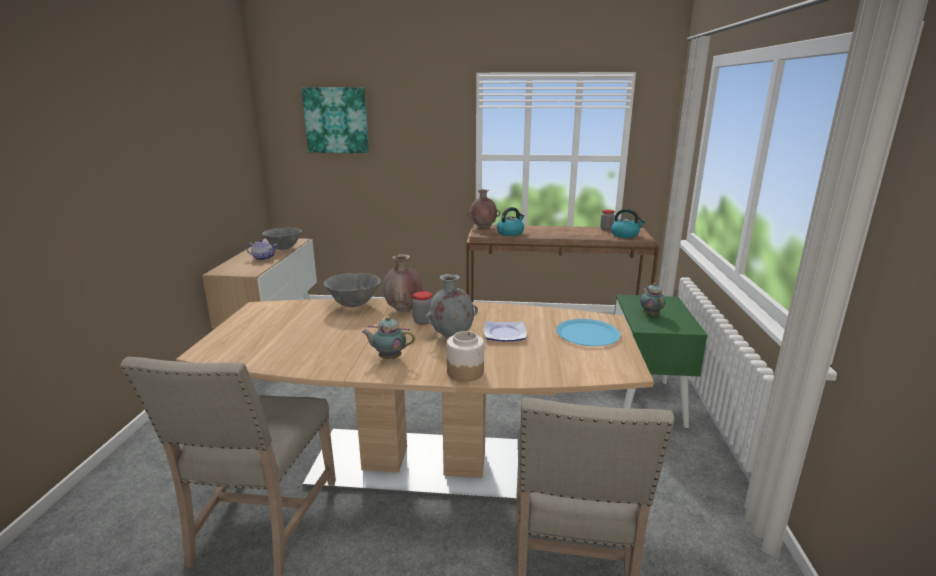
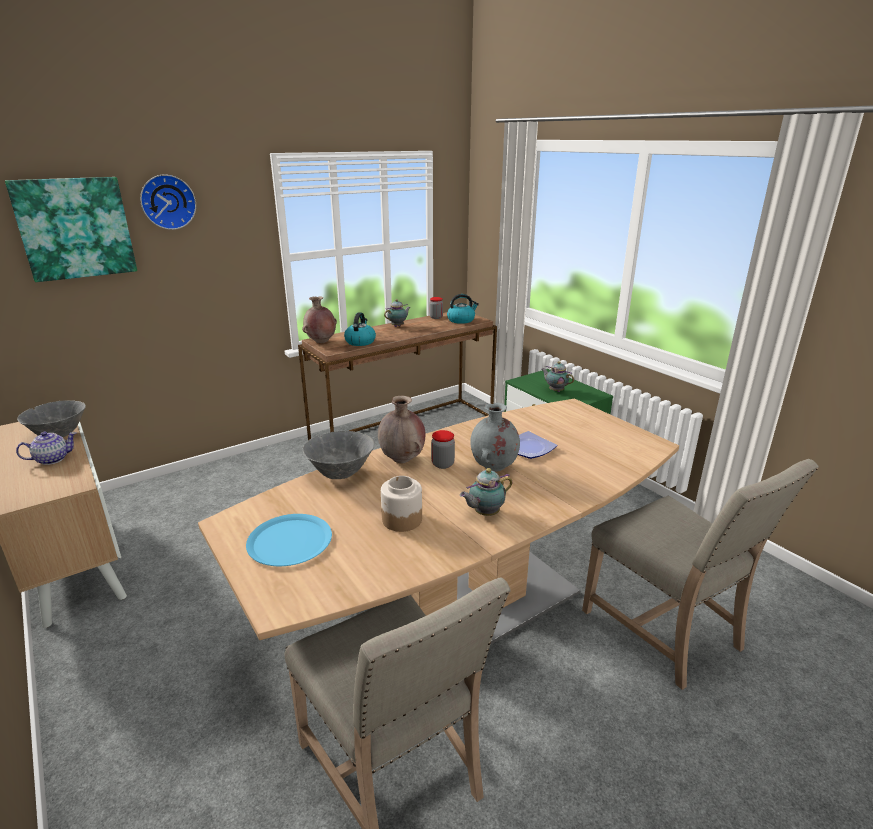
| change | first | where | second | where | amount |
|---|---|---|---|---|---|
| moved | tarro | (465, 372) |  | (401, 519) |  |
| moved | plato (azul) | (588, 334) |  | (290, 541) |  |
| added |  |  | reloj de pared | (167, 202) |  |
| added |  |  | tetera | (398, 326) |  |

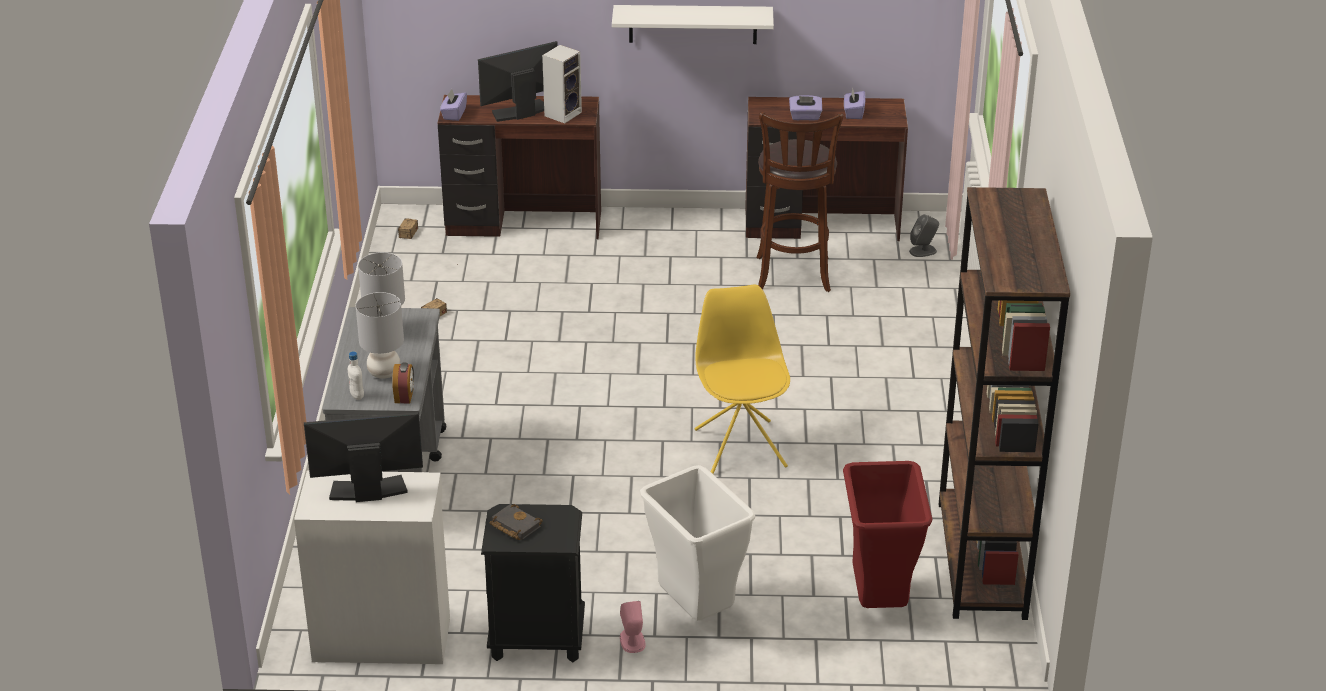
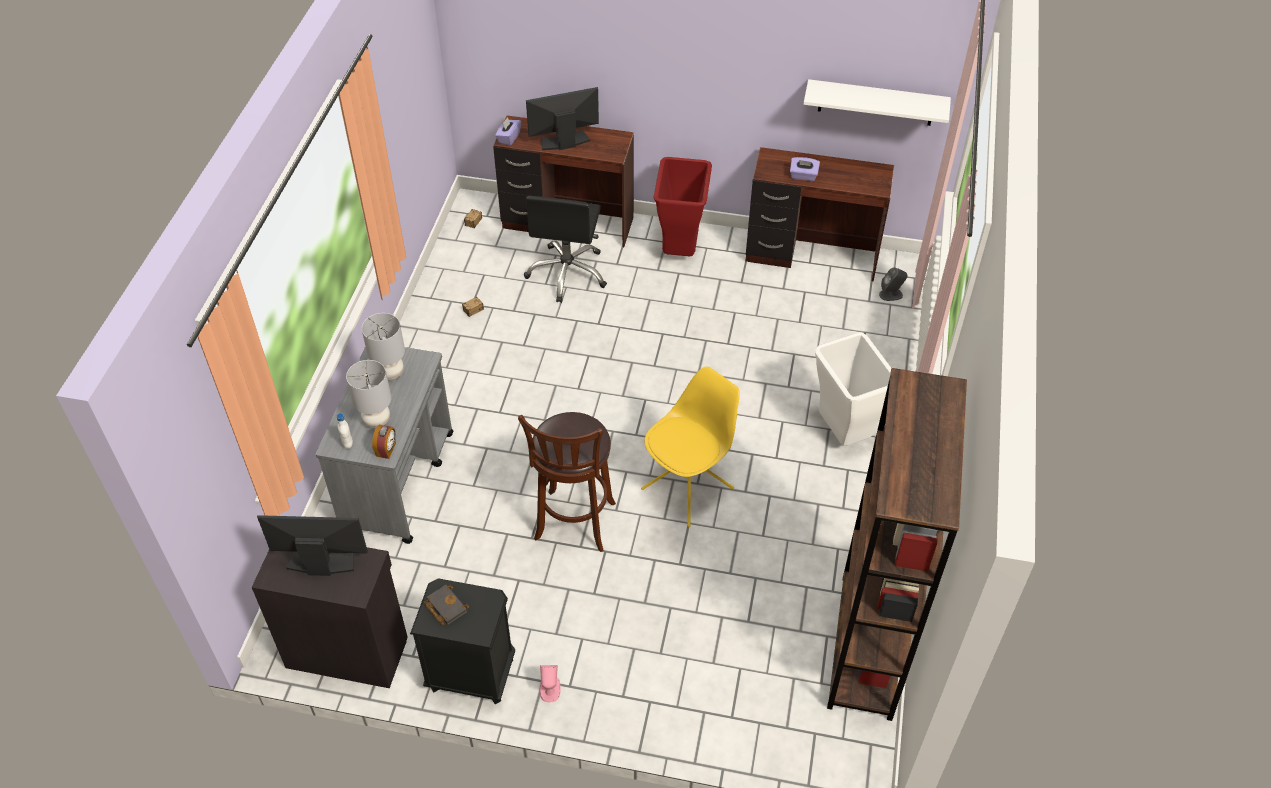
| change | first | where | second | where | amount |
|---|---|---|---|---|---|
| recoloured | armario (blanco) | (381, 637) | armario (negro) | (347, 650) |  |
| removed | altavoz | (563, 113) |  |  |  |
| moved | estante (blanco) | (693, 24) |  | (876, 103) |  |
| moved | papelera (blanco) | (694, 611) |  | (841, 433) |  |
| turned | silla (amarillo) | (740, 447) |  | (689, 488) | 45 degrees clockwise |
| moved | taburete (marrón) | (793, 276) |  | (574, 525) |  |
| moved | papelera (rojo) | (877, 601) |  | (679, 250) |  |
| removed | caja de pañuelos (morado) | (853, 113) |  |  |  |
| added |  |  | silla de oficina (negro) | (567, 273) |  |

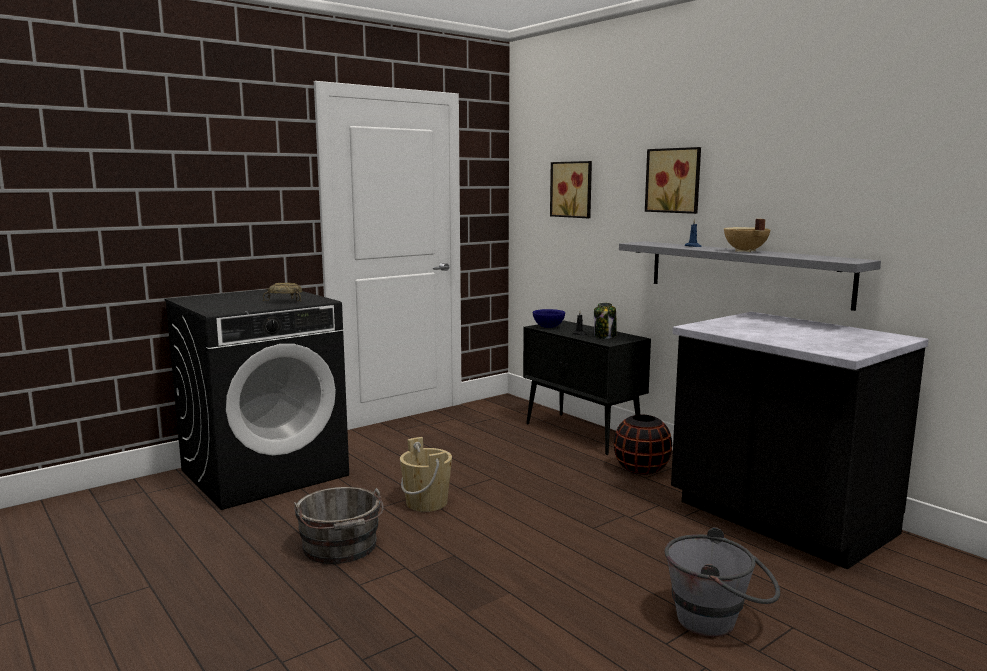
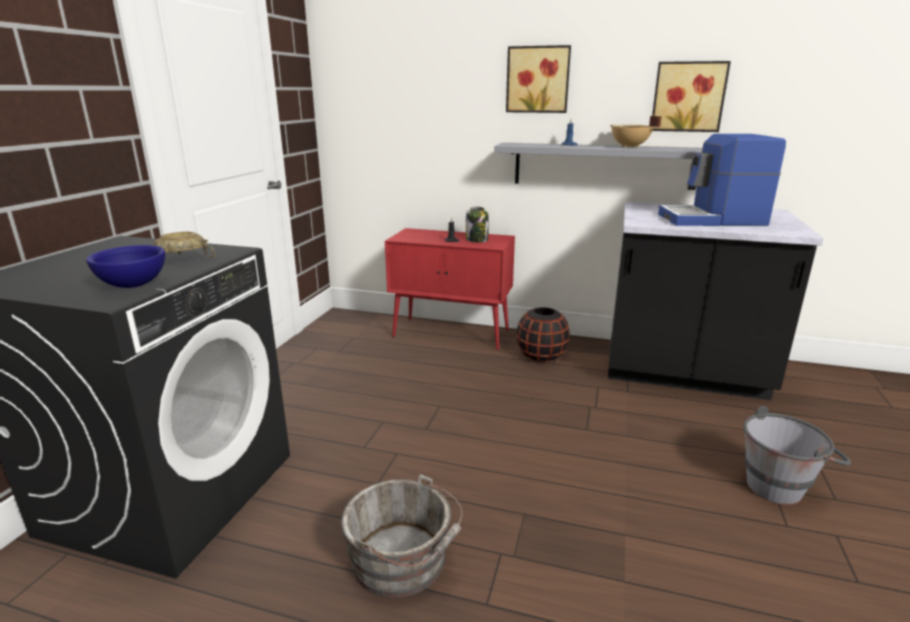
| change | first | where | second | where | amount |
|---|---|---|---|---|---|
| removed | cubo (beis) | (426, 503) |  |  |  |
| recoloured | armario (negro) | (583, 433) | armario (rojo) | (452, 333) |  |
| moved | cuenco (azul) | (548, 327) |  | (132, 285) |  |
| moved | cuadro | (573, 189) |  | (688, 97) |  |
| added |  |  | cafetera | (713, 220) |  |

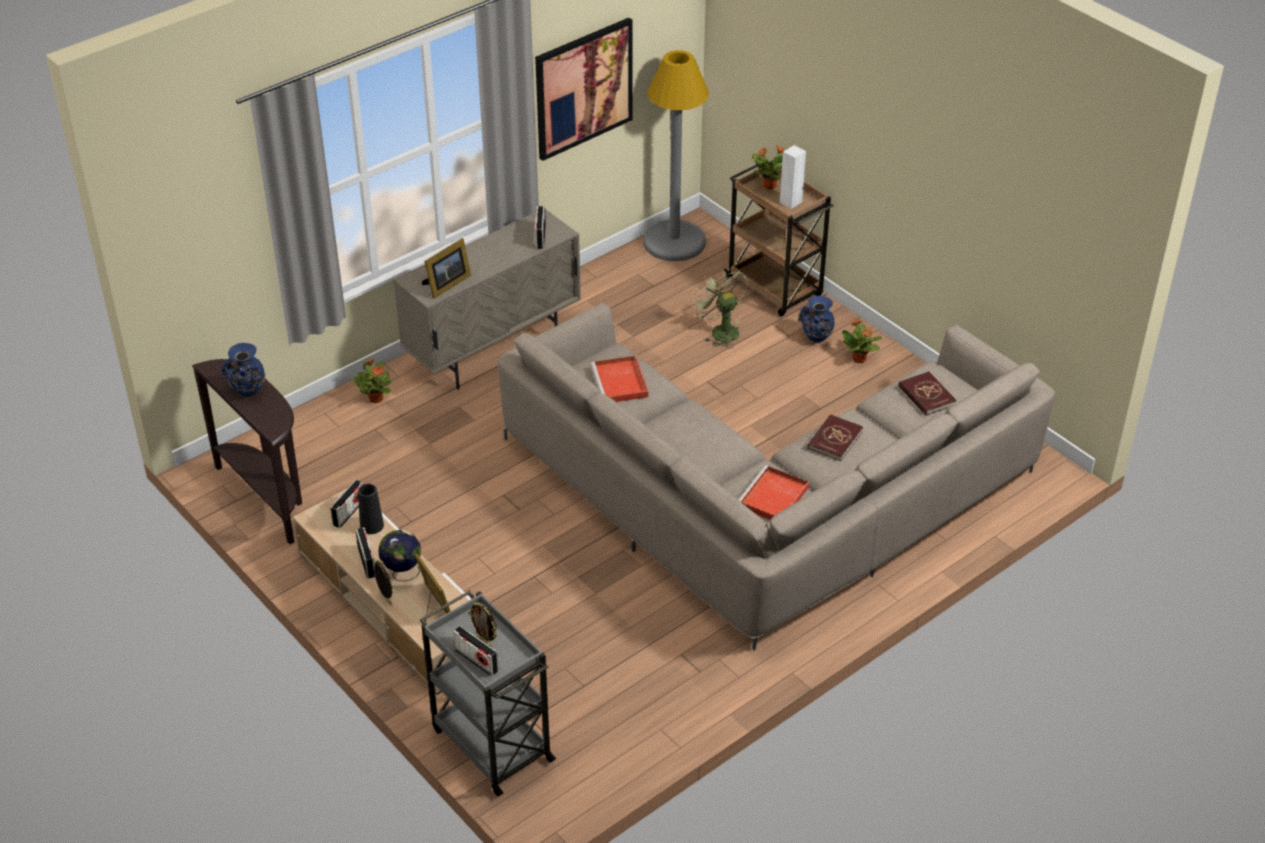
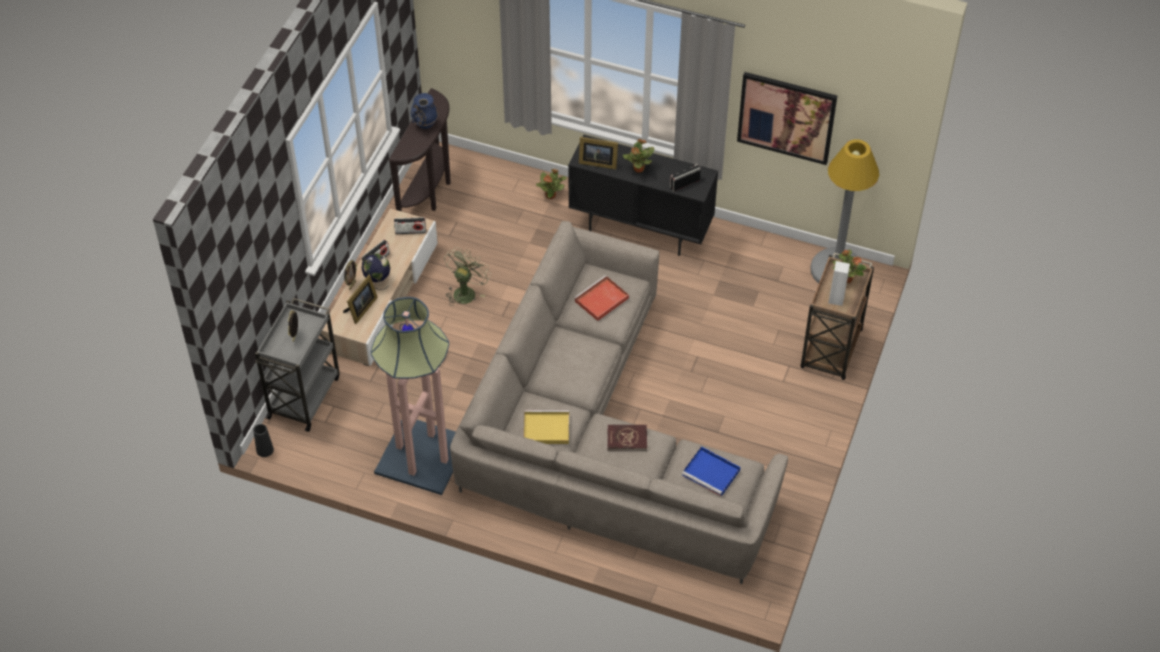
| change | first | where | second | where | amount |
|---|---|---|---|---|---|
| moved | florero (negro) | (372, 525) |  | (265, 450) |  |
| recoloured | armario (beis) | (493, 351) | armario (negro) | (641, 229) |  |
| removed | radio | (476, 660) |  |  |  |
| moved | ventilador (verde) | (720, 331) |  | (466, 291) |  |
| recoloured | bandeja (rojo) | (773, 498) | bandeja (amarillo) | (545, 429) |  |
| removed | florero (azul) | (816, 338) |  |  |  |
| moved | planta en maceta | (859, 359) |  | (638, 169) |  |
| replaced | libro (rojo) | (926, 396) | bandeja (azul) | (712, 473) |  |
| added |  |  | lámpara de pie | (422, 456) |  |

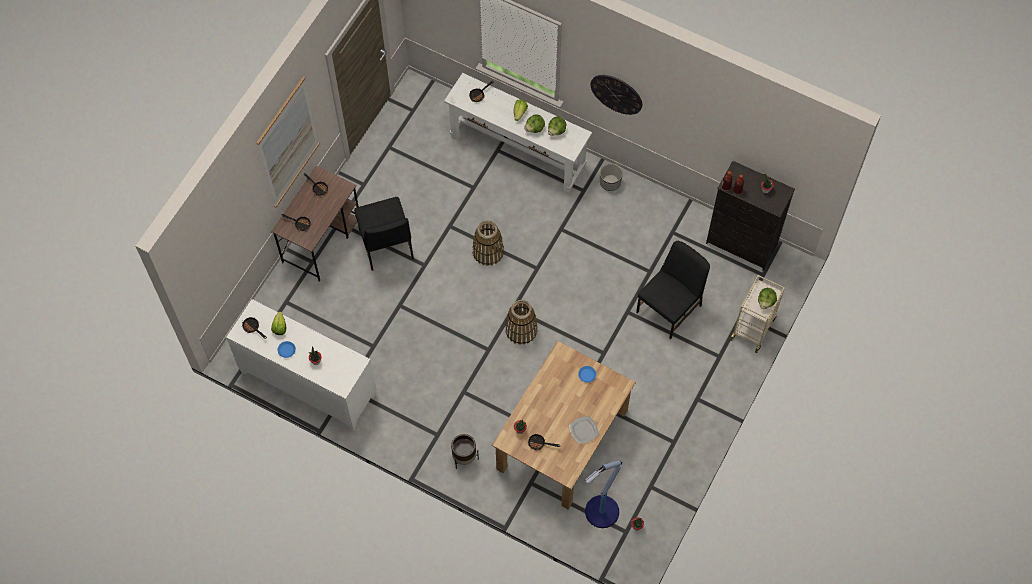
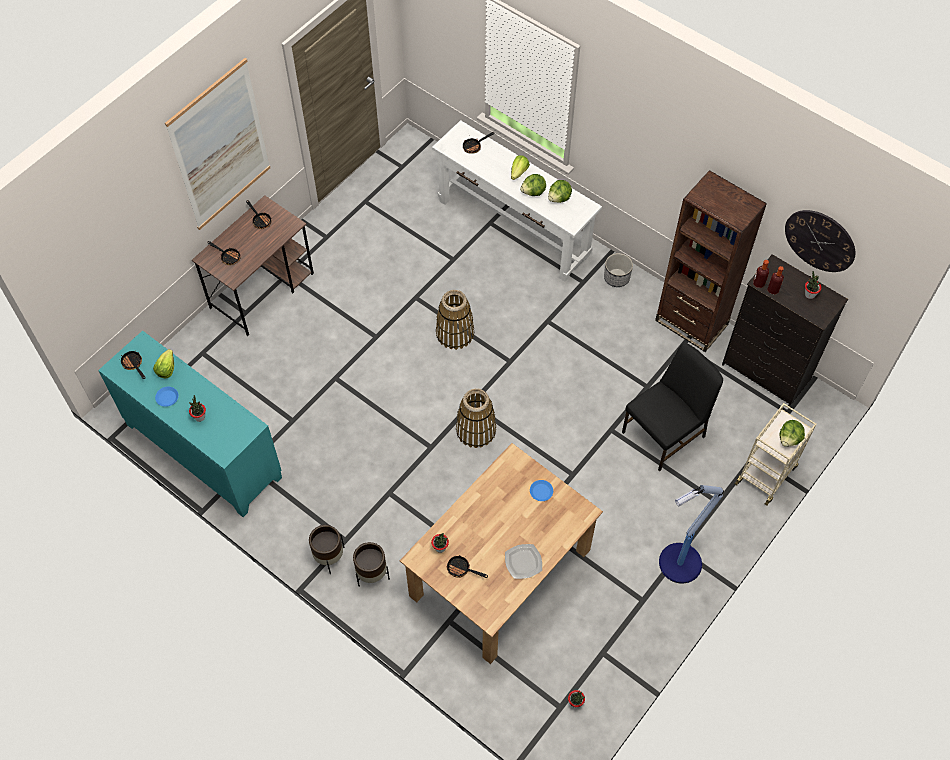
| change | first | where | second | where | amount |
|---|---|---|---|---|---|
| recoloured | armario (blanco) | (308, 383) | armario (turquesa) | (203, 451) |  |
| removed | silla (negro) | (386, 245) |  |  |  |
| moved | lámpara de pie | (601, 512) |  | (678, 564) |  |
| moved | reloj de pared | (616, 94) |  | (820, 240) |  |
| added |  |  | maceta (marrón) | (329, 557) |  |
| added |  |  | estantería (marrón) | (691, 322) |  |

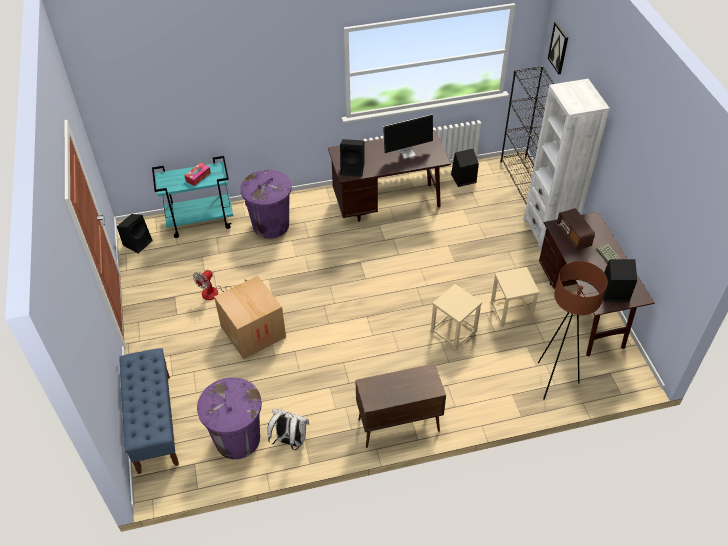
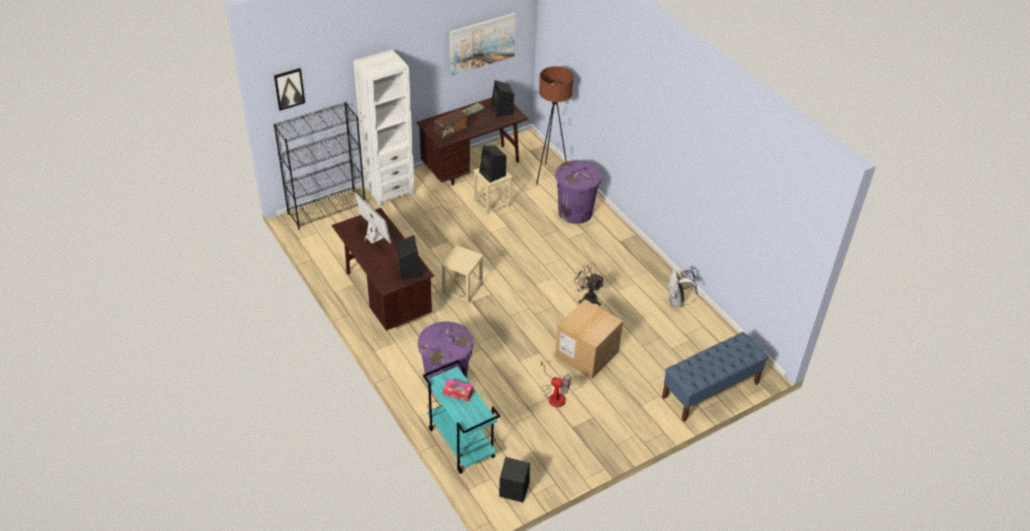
| change | first | where | second | where | amount |
|---|---|---|---|---|---|
| moved | papelera (morado) | (237, 439) |  | (575, 212) |  |
| removed | armario (marrón) | (398, 425) |  |  |  |
| moved | taburete (beis) | (453, 331) |  | (462, 289) |  |
| moved | altavoz (negro) | (463, 179) |  | (493, 174) |  |
| added |  |  | cuadro | (482, 43) |  |
| added |  |  | ventilador (beis) | (586, 297) |  |

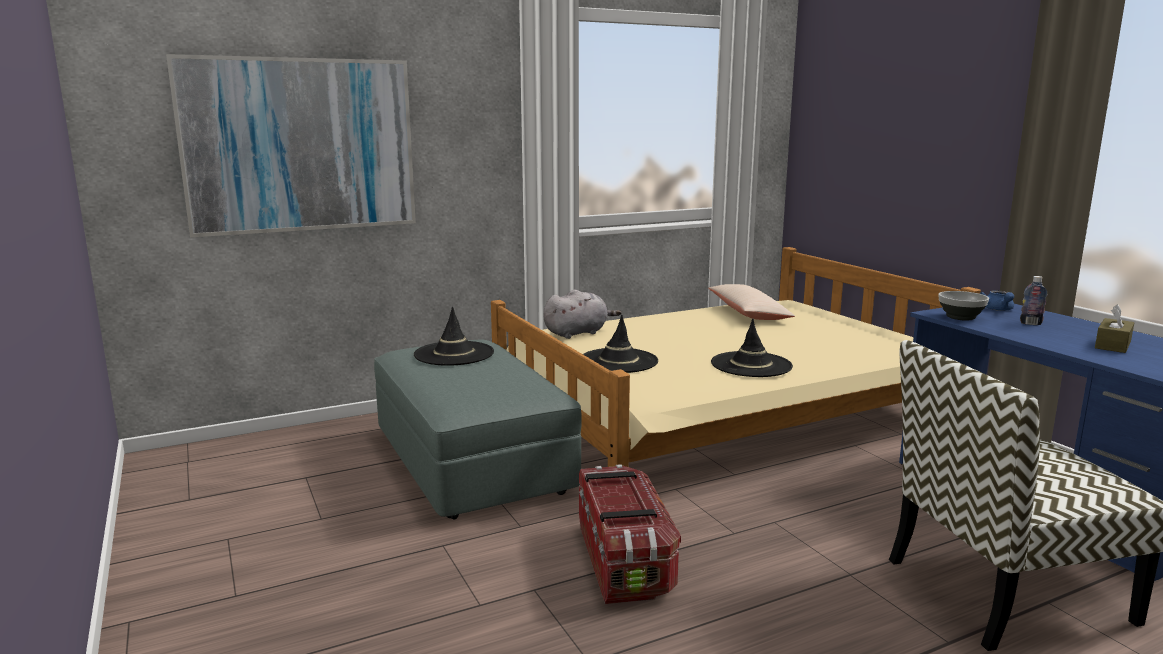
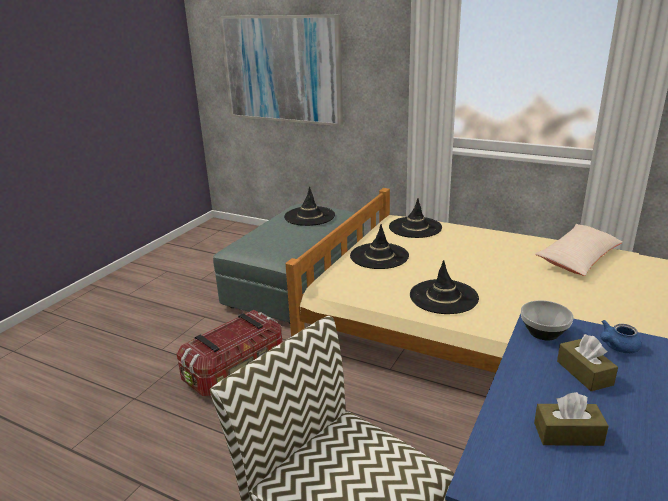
| change | first | where | second | where | amount |
|---|---|---|---|---|---|
| replaced | peluche (gris) | (578, 333) | sombrero (negro) | (415, 227) |  |
| replaced | botella | (1030, 323) | caja de pañuelos (marrón) | (584, 373) |  |

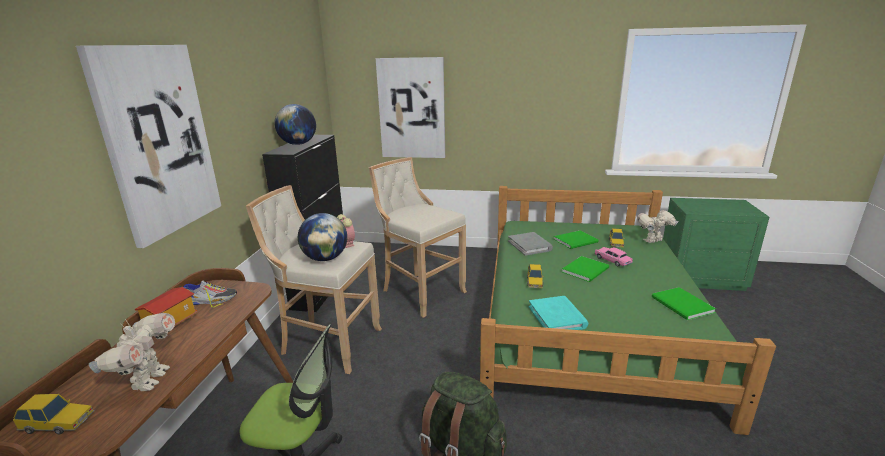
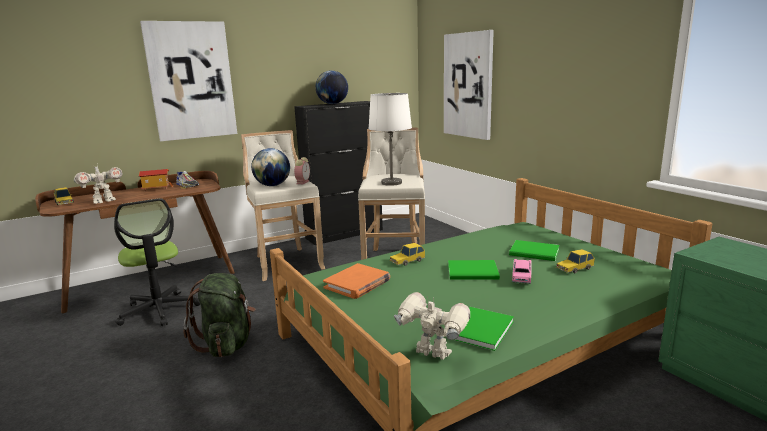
| change | first | where | second | where | amount |
|---|---|---|---|---|---|
| removed | libro (gris) | (530, 245) |  |  |  |
| recoloured | libro (turquesa) | (557, 317) | libro (naranja) | (357, 284) |  |
| moved | robot de juguete | (653, 241) |  | (432, 354) |  |
| added |  |  | lámpara de mesa (blanco) | (392, 183) |  |

